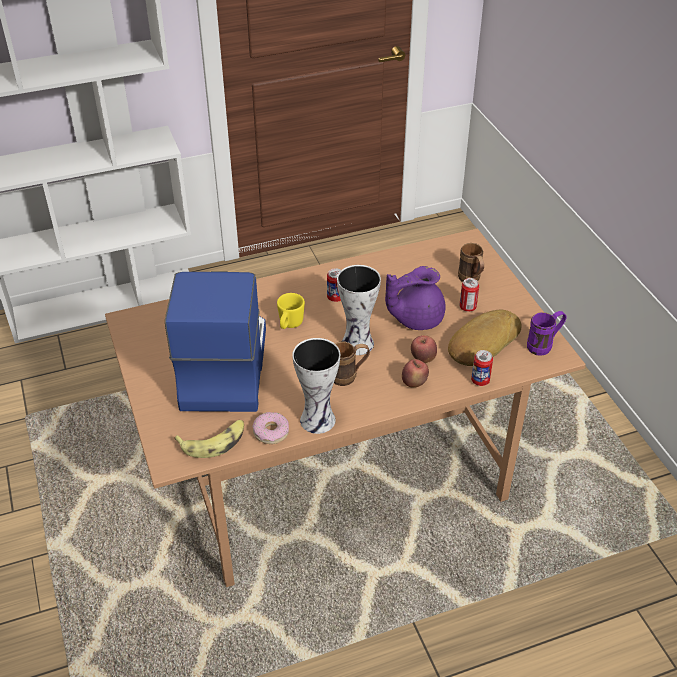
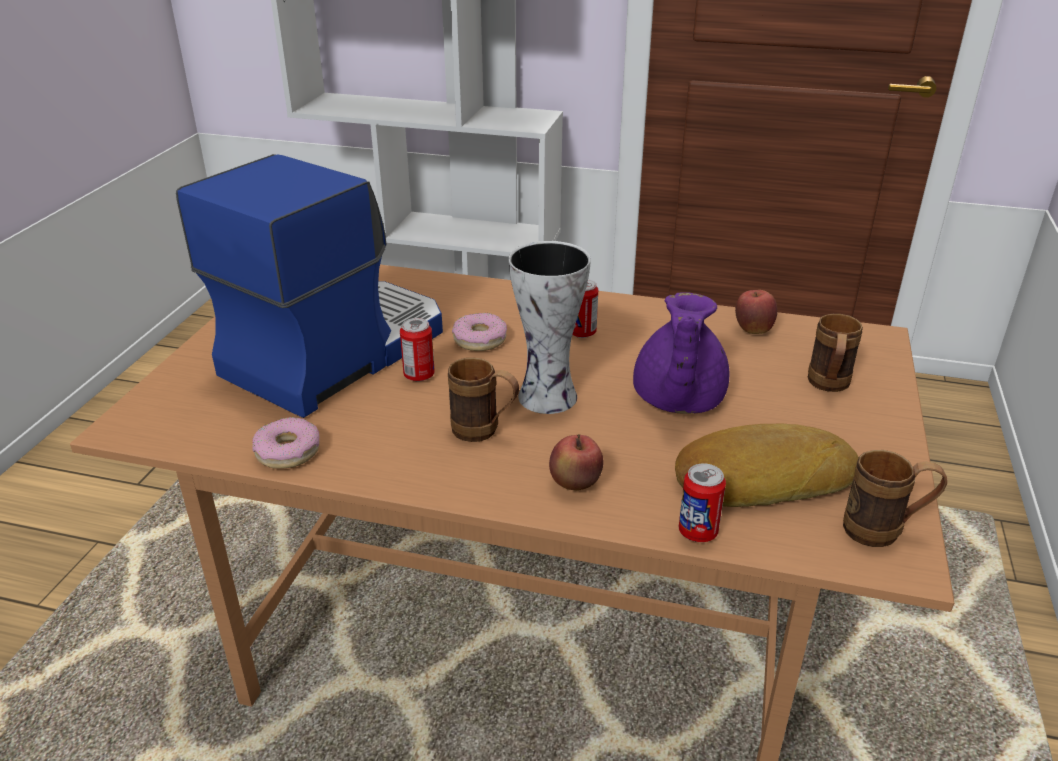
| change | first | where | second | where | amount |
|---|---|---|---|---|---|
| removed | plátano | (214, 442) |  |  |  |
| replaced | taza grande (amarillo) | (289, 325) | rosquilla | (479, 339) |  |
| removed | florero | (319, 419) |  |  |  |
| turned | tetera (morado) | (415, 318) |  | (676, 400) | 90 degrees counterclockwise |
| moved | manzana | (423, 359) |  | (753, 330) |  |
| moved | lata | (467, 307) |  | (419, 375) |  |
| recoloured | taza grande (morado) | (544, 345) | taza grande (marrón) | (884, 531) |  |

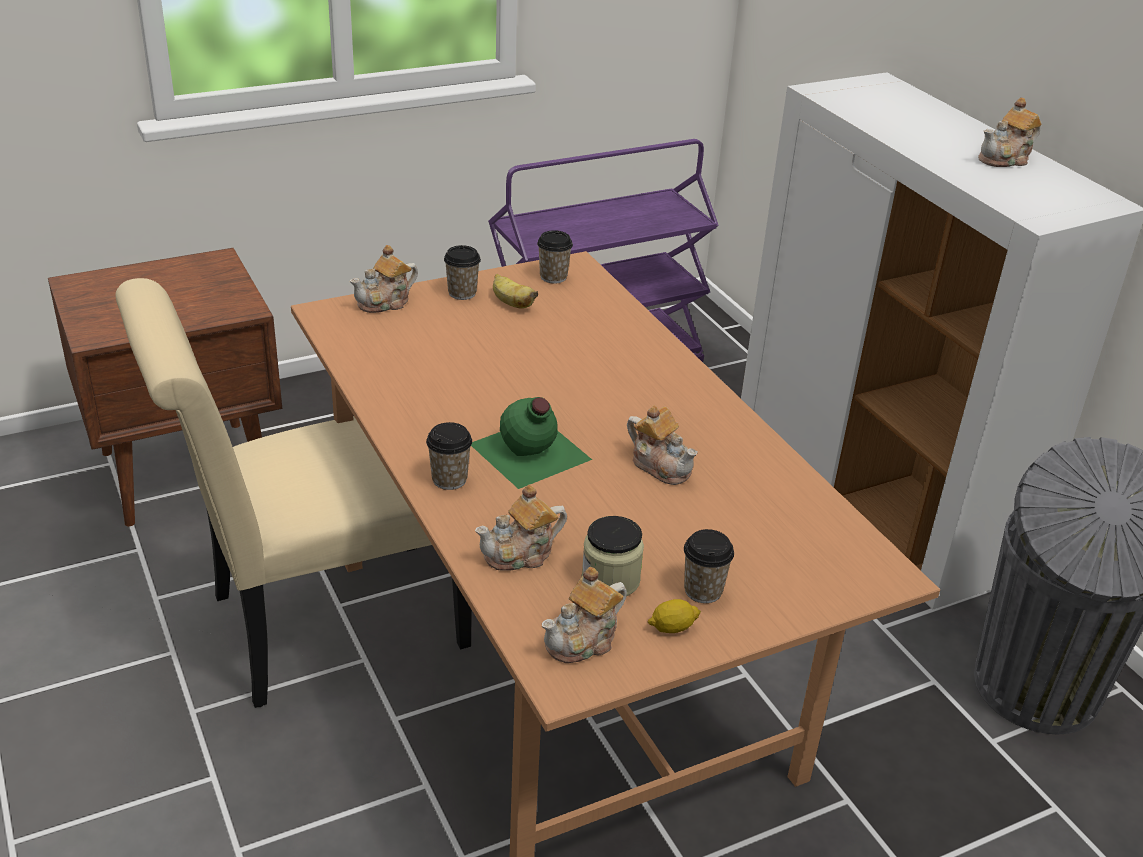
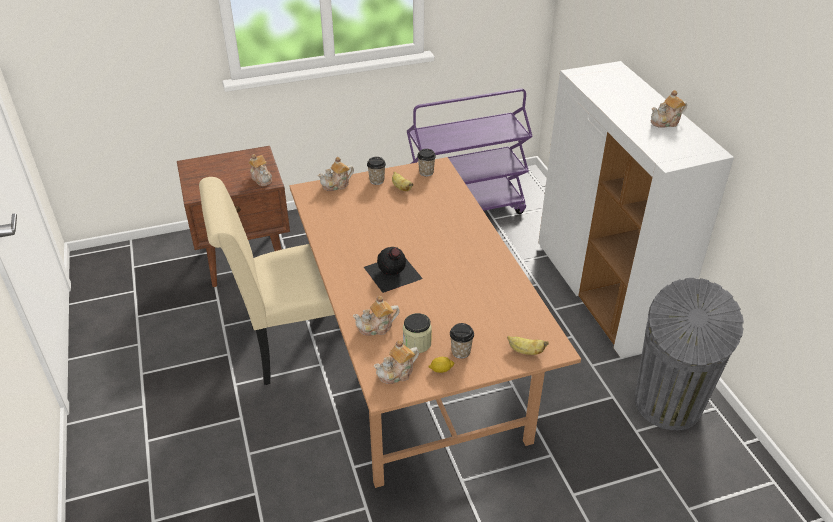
| change | first | where | second | where | amount |
|---|---|---|---|---|---|
| removed | taza | (449, 479) |  |  |  |
| recoloured | botella (verde) | (529, 452) | botella (negro) | (392, 273) |  |
| moved | tetera | (660, 465) |  | (261, 179) |  |
| added |  |  | plátano | (525, 351) |  |

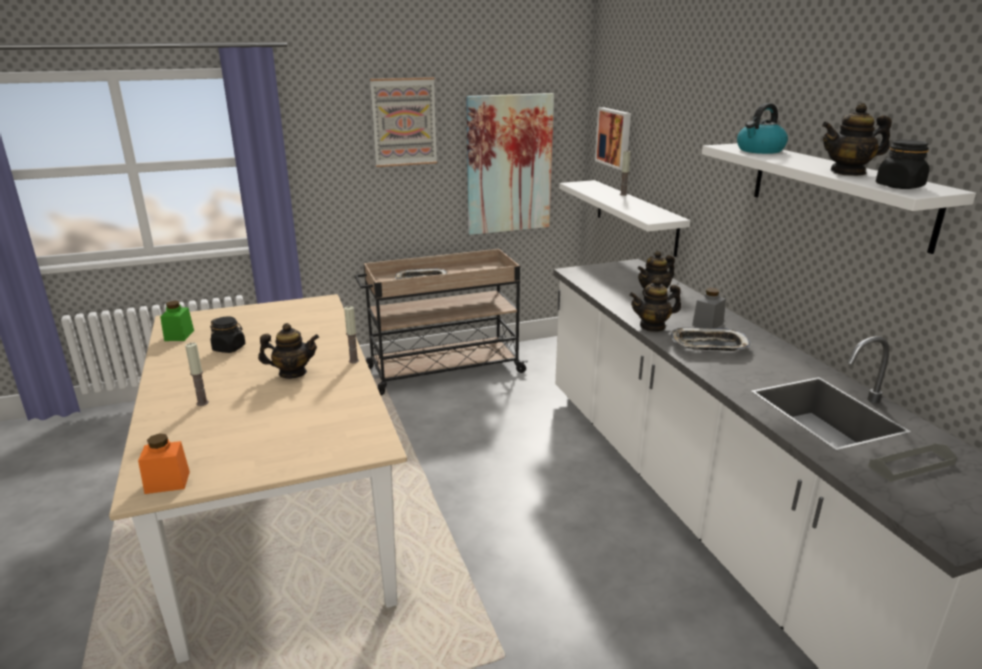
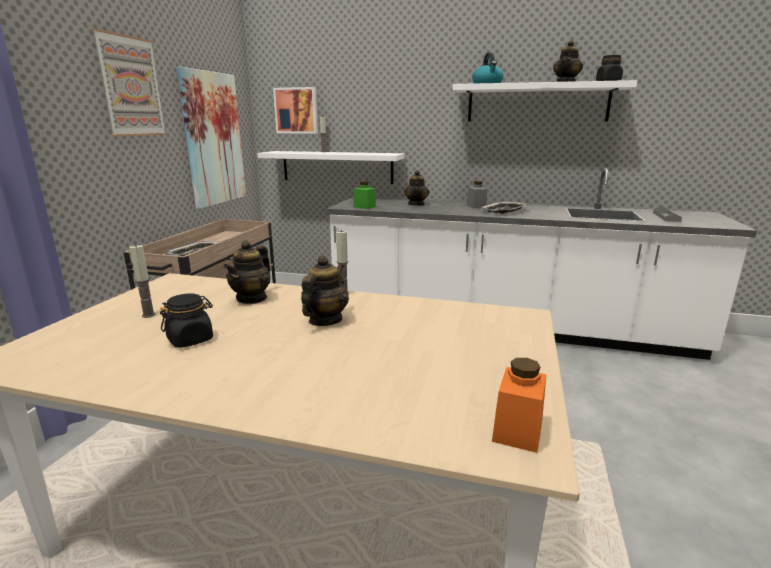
| change | first | where | second | where | amount |
|---|---|---|---|---|---|
| moved | tarro (verde) | (179, 335) |  | (364, 207) |  |
| moved | vela | (202, 403) |  | (149, 315) |  |
| moved | tetera | (652, 326) |  | (252, 298) |  |

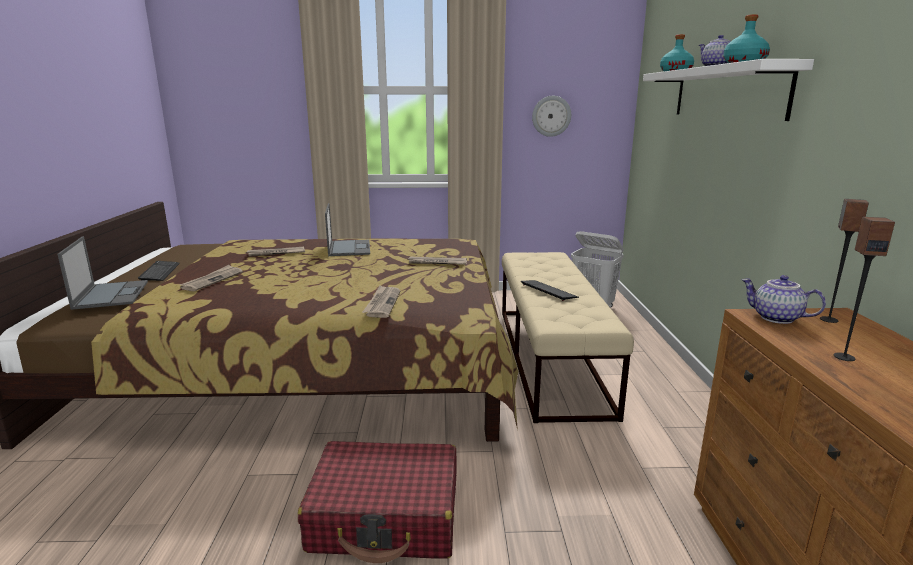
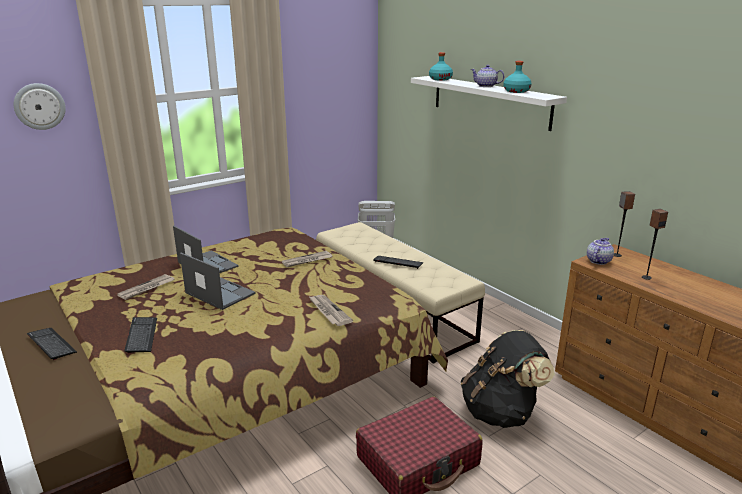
| change | first | where | second | where | amount |
|---|---|---|---|---|---|
| moved | portátil | (111, 294) |  | (219, 293) |  |
| replaced | periódico | (212, 280) | teclado | (141, 335) |  |
| moved | reloj de pared | (551, 116) |  | (39, 106) |  |
| turned | tetera | (775, 318) |  | (598, 261) | 120 degrees clockwise |
| added |  |  | mochila (negro) | (501, 412) |  |

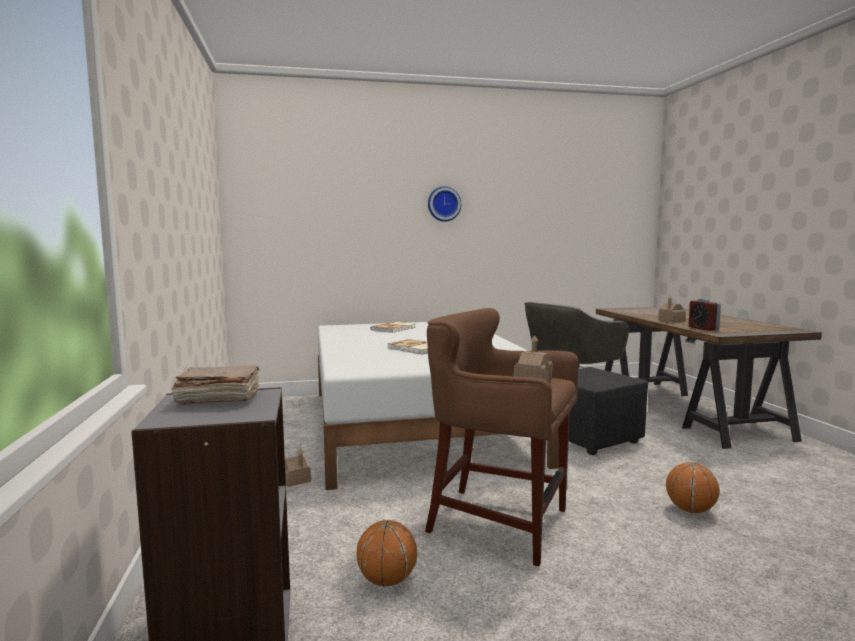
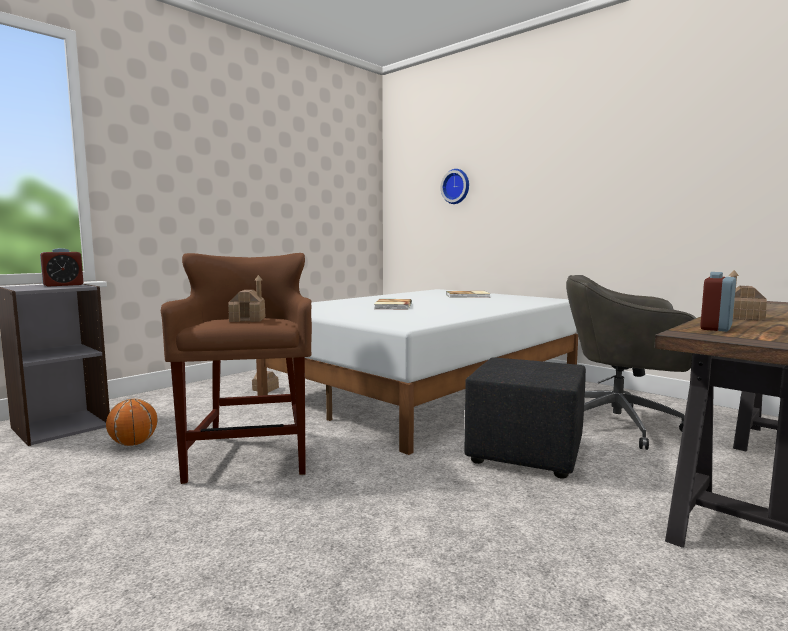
| change | first | where | second | where | amount |
|---|---|---|---|---|---|
| replaced | libro (marrón) | (217, 399) | despertador | (63, 285) |  |
| moved | reloj de pared | (443, 204) |  | (456, 186) |  |
| removed | balón de baloncesto | (690, 510) |  |  |  |

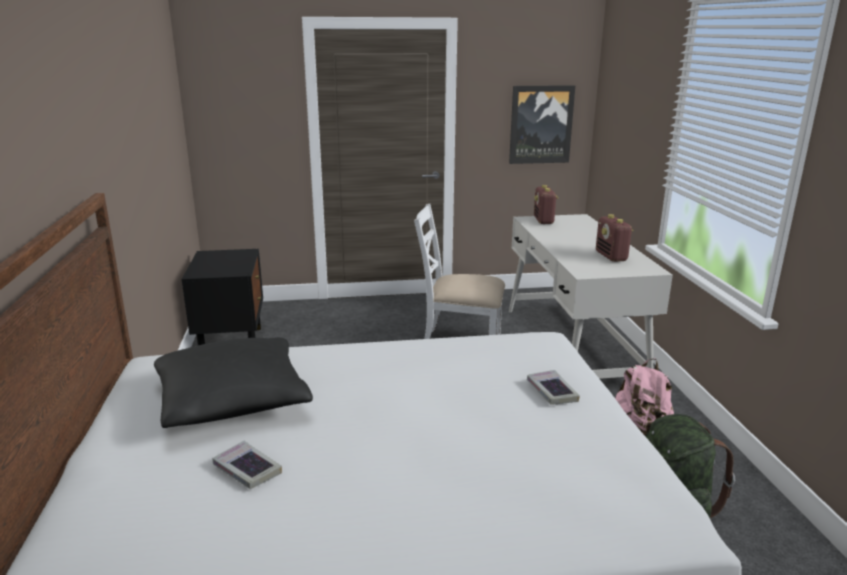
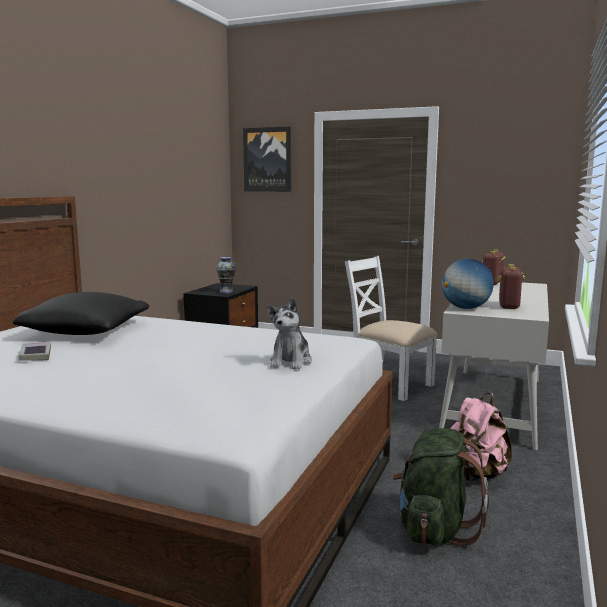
| change | first | where | second | where | amount |
|---|---|---|---|---|---|
| moved | cuadro | (541, 124) |  | (267, 159) |  |
| replaced | libro | (551, 391) | peluche | (291, 362) |  |
| added |  |  | florero | (226, 292) |  |
| added |  |  | globo terráqueo | (466, 308) |  |

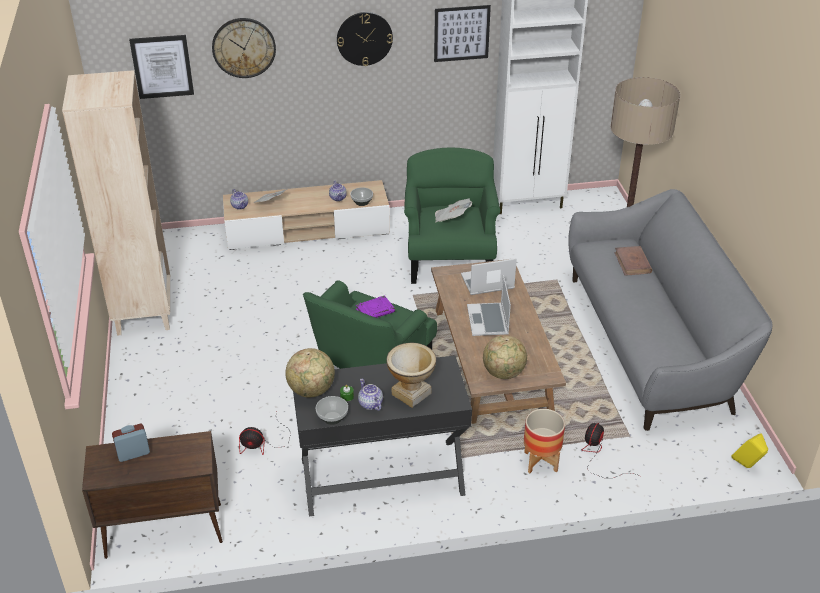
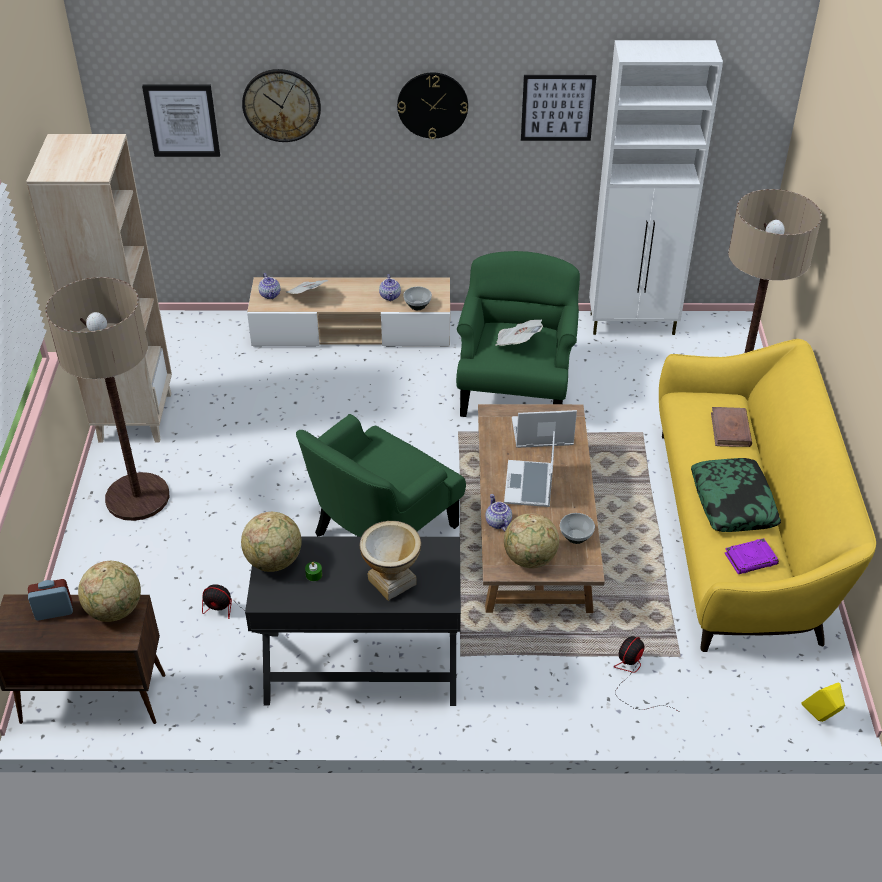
| change | first | where | second | where | amount |
|---|---|---|---|---|---|
| moved | cuenco | (332, 418) |  | (576, 537) |  |
| moved | libro (morado) | (375, 310) |  | (751, 559) |  |
| moved | tetera | (370, 404) |  | (497, 522) |  |
| removed | maceta | (541, 461) |  |  |  |
| recoloured | sofá (gris) | (651, 344) | sofá (amarillo) | (741, 535) |  |
| added |  |  | lámpara de pie | (137, 497) |  |
| added |  |  | globo terráqueo | (115, 610) |  |
| added |  |  | cojín | (733, 503) |  |

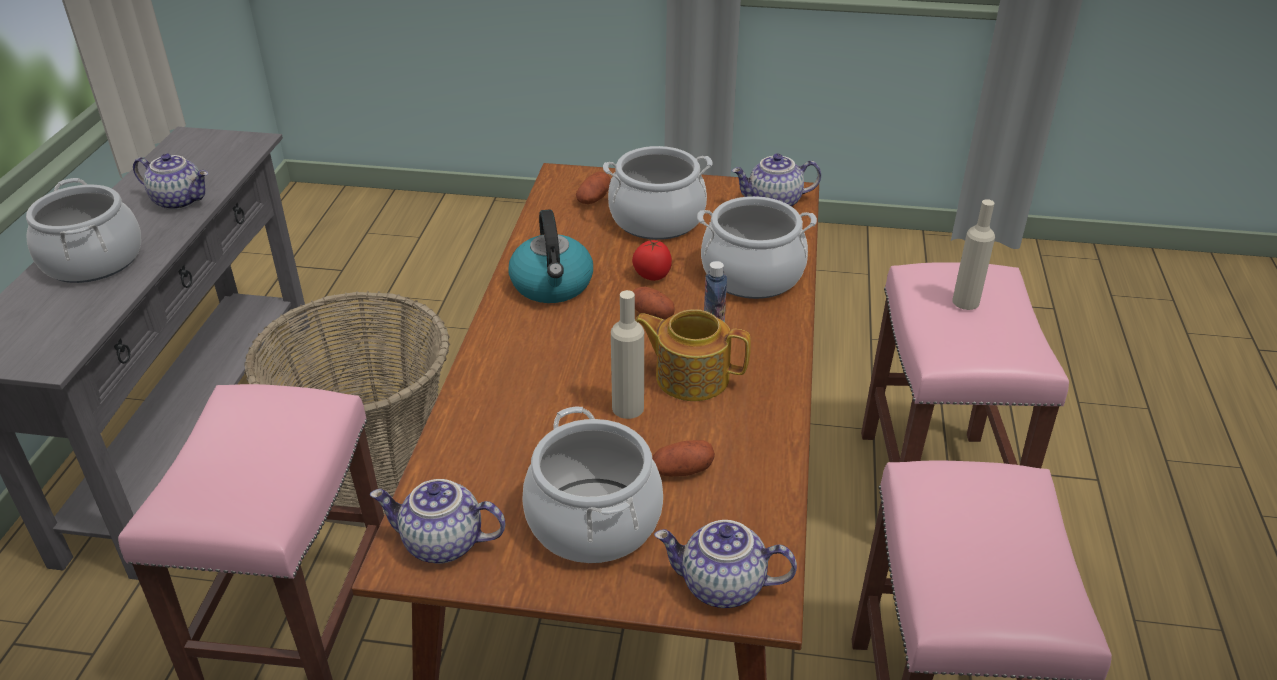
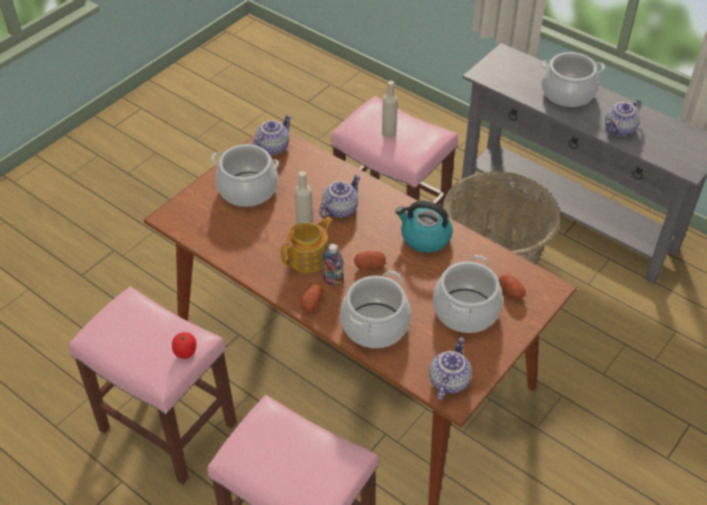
| change | first | where | second | where | amount |
|---|---|---|---|---|---|
| moved | tomate | (651, 276) |  | (186, 352) |  |
| moved | patata | (682, 470) |  | (312, 303) |  |
| moved | tetera | (721, 587) |  | (339, 209) |  |
| moved | botella (beis) | (965, 302) |  | (389, 133) |  |

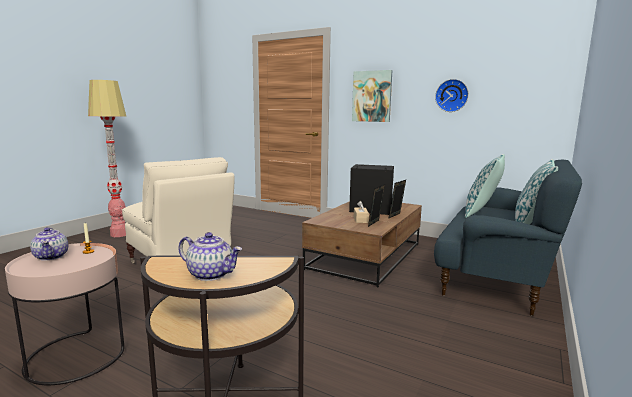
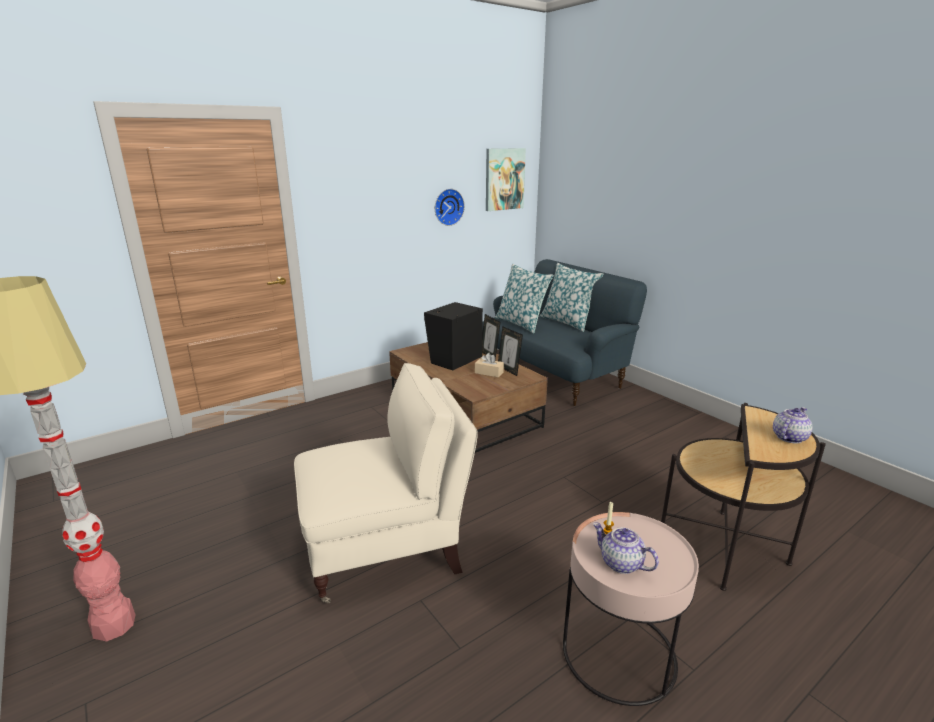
| change | first | where | second | where | amount |
|---|---|---|---|---|---|
| turned | tetera | (51, 256) |  | (620, 563) | 135 degrees counterclockwise |
| moved | cuadro | (372, 96) |  | (504, 179) |  |

